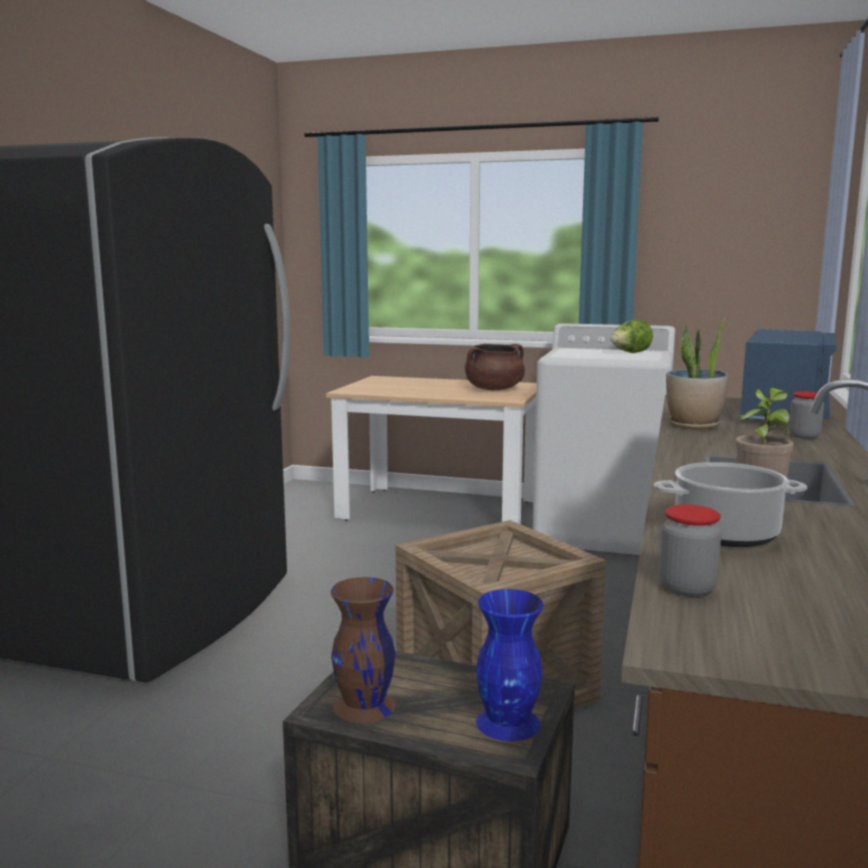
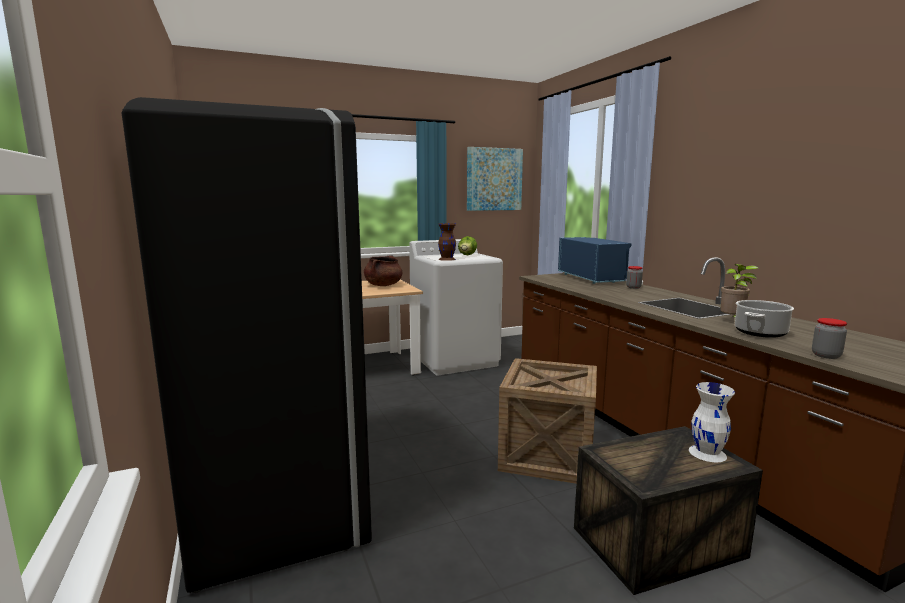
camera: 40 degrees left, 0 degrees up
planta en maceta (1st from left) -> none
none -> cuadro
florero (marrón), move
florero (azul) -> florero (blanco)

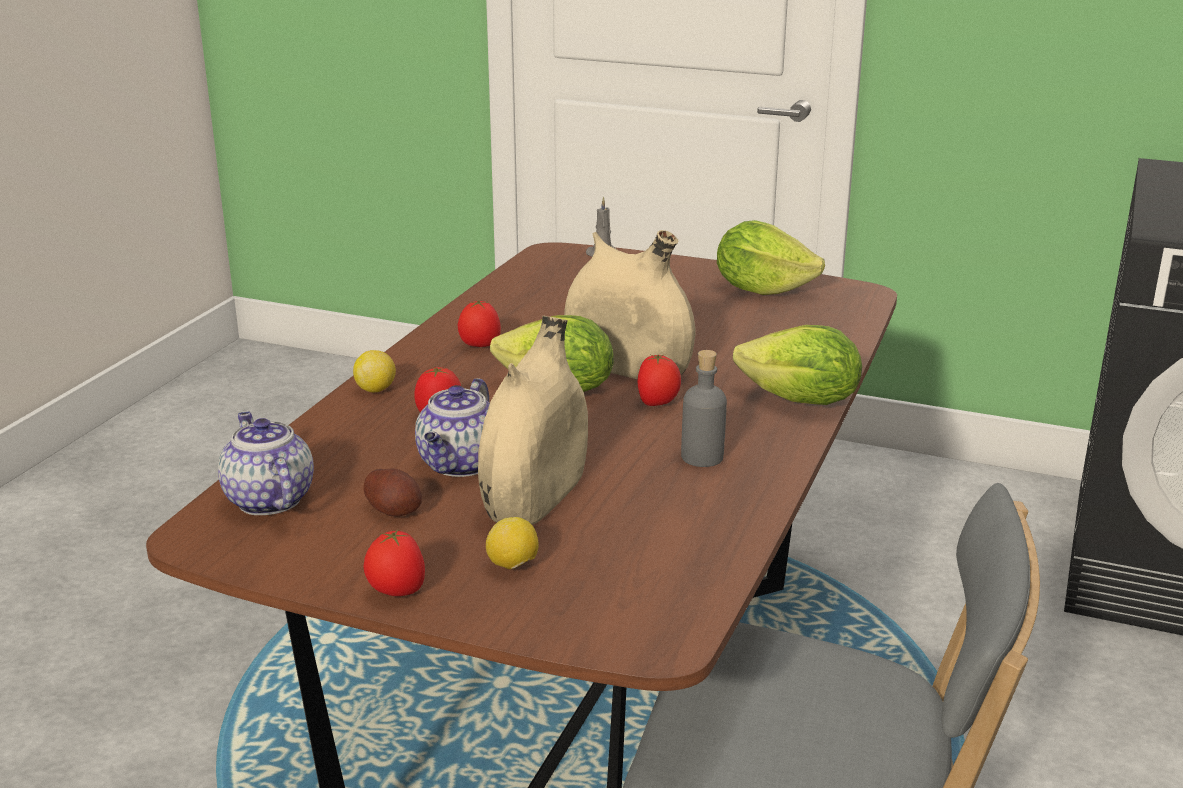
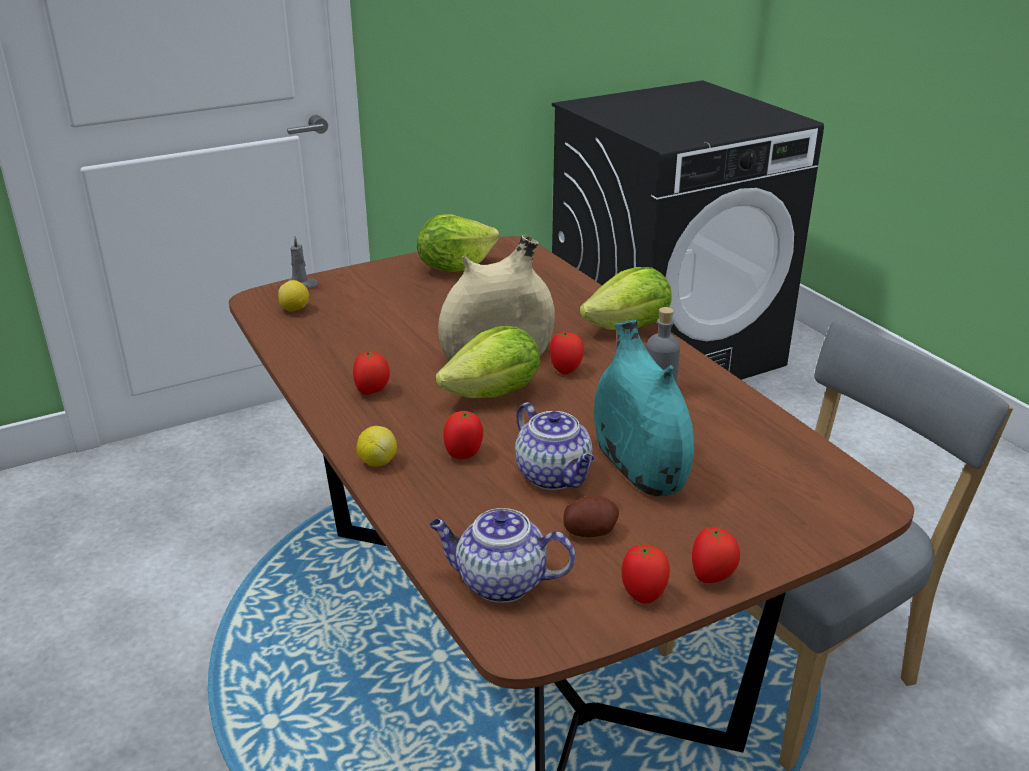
camera: 50 degrees left, 5 degrees up
none -> tomate (4th from left)
limón (2nd from left in the first image) -> limón (1st from left), move
florero (beis) (1st from left) -> florero (turquesa)

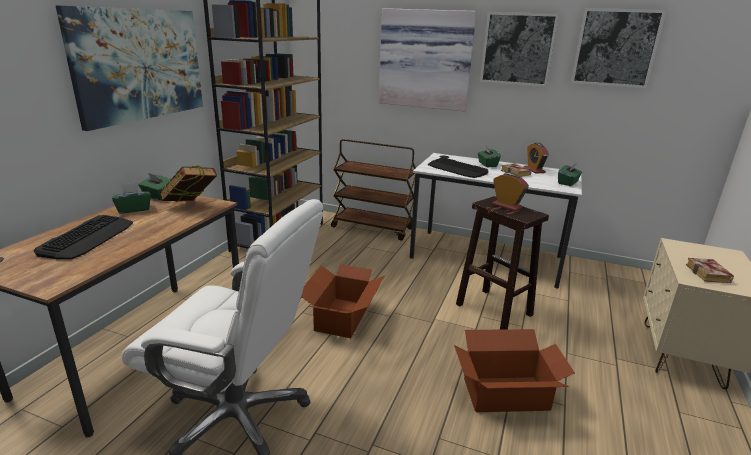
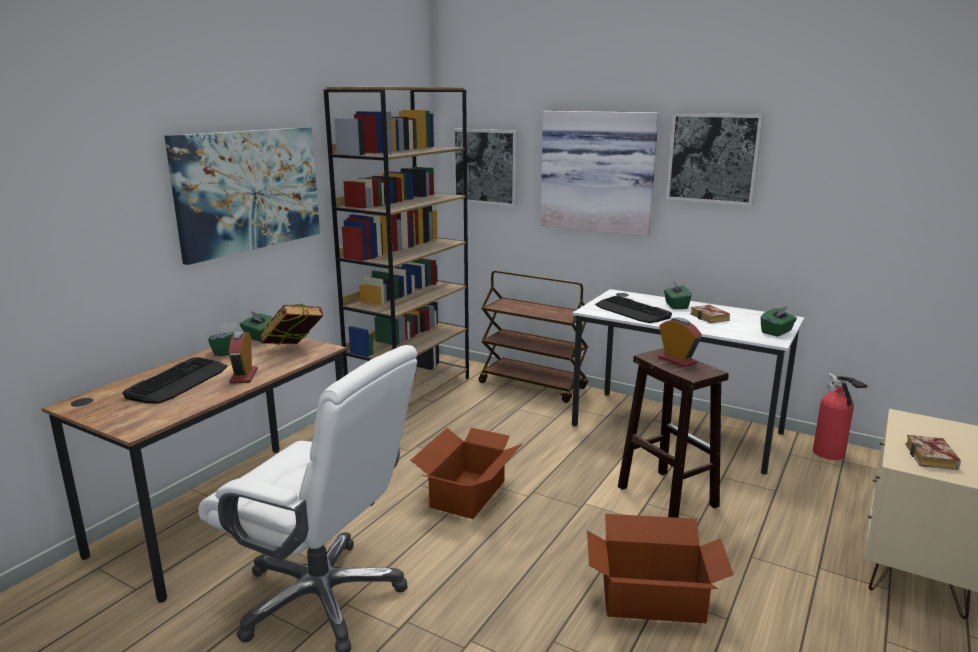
camera: 10 degrees right, 5 degrees down
none -> extintor
despertador (2nd from left in the first image) -> despertador (1st from left), move
cuadro (4th from left in the first image) -> cuadro (2nd from left), move

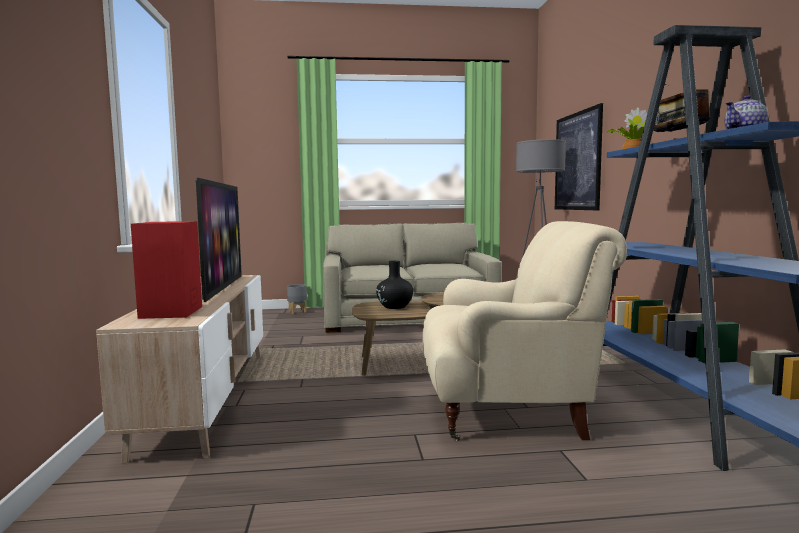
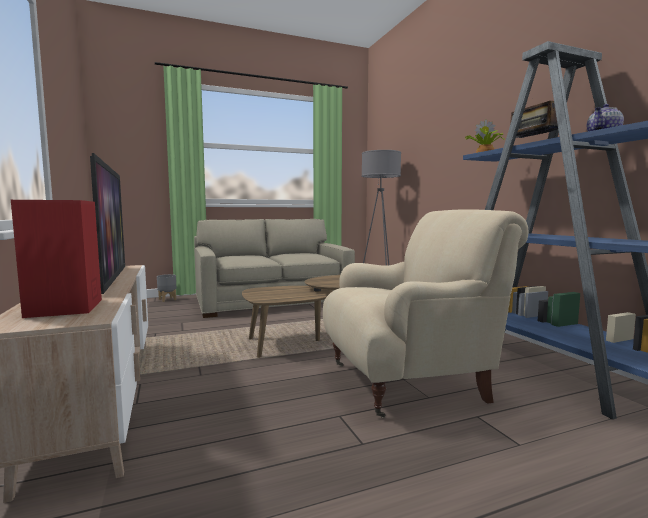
camera: 15 degrees left, 0 degrees up
florero (negro) -> none
cuadro -> none

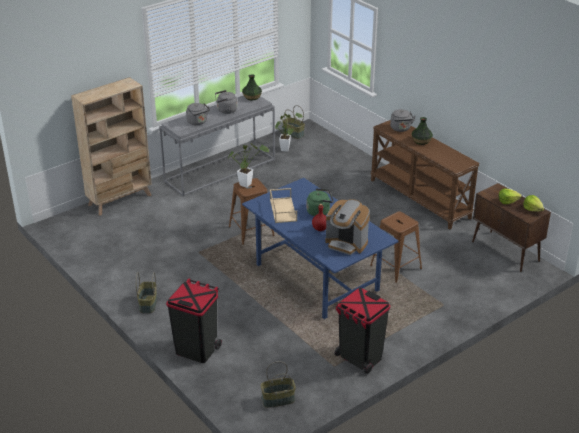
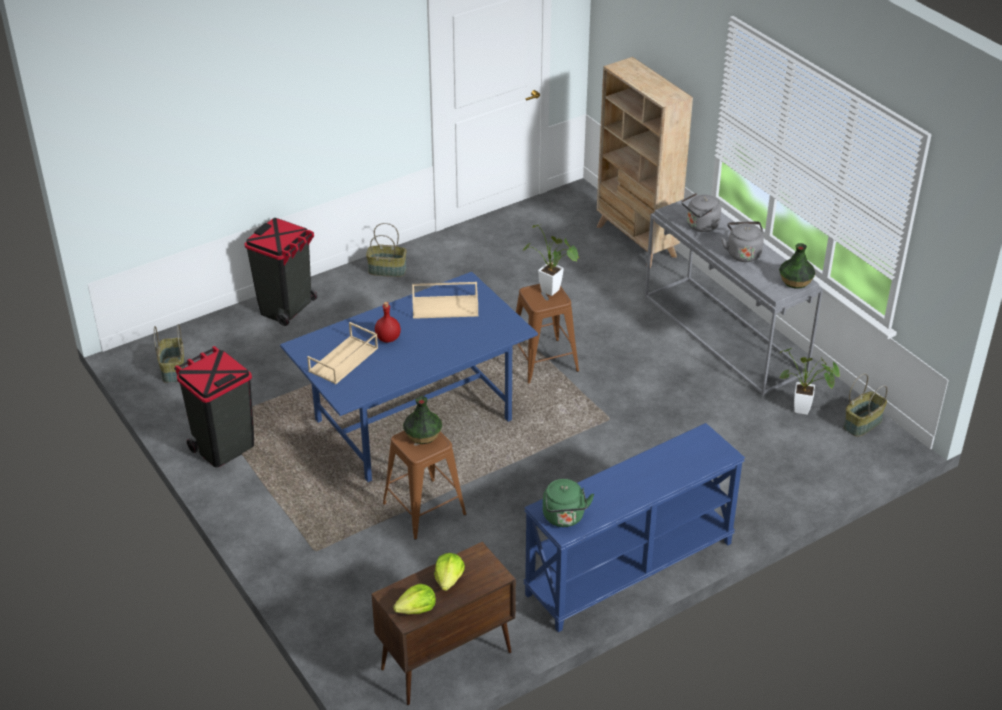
camera: 95 degrees right, 5 degrees up
hervidor (gris) (3rd from left) -> none
hervidor (verde), move
florero (2nd from left in the first image) -> florero (1st from left), move
cafetera -> bandeja (beis) (1st from left)
mesa consola (marrón) -> mesa consola (azul)

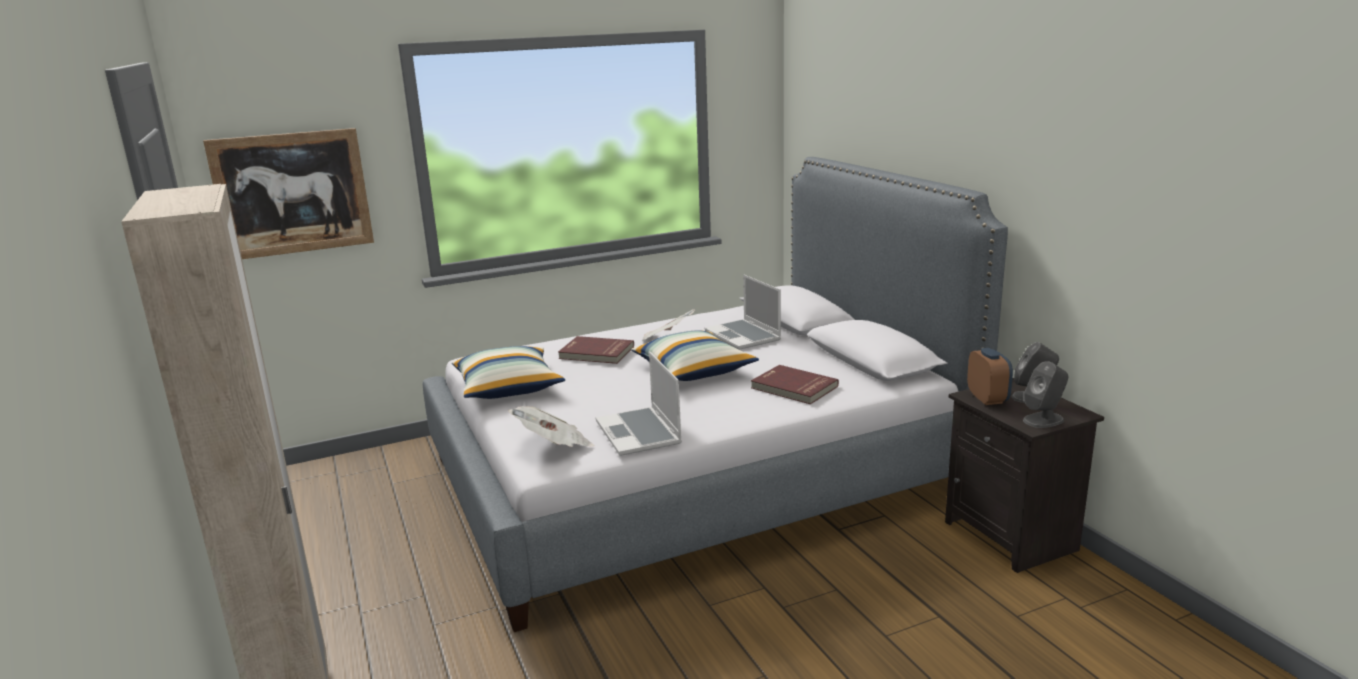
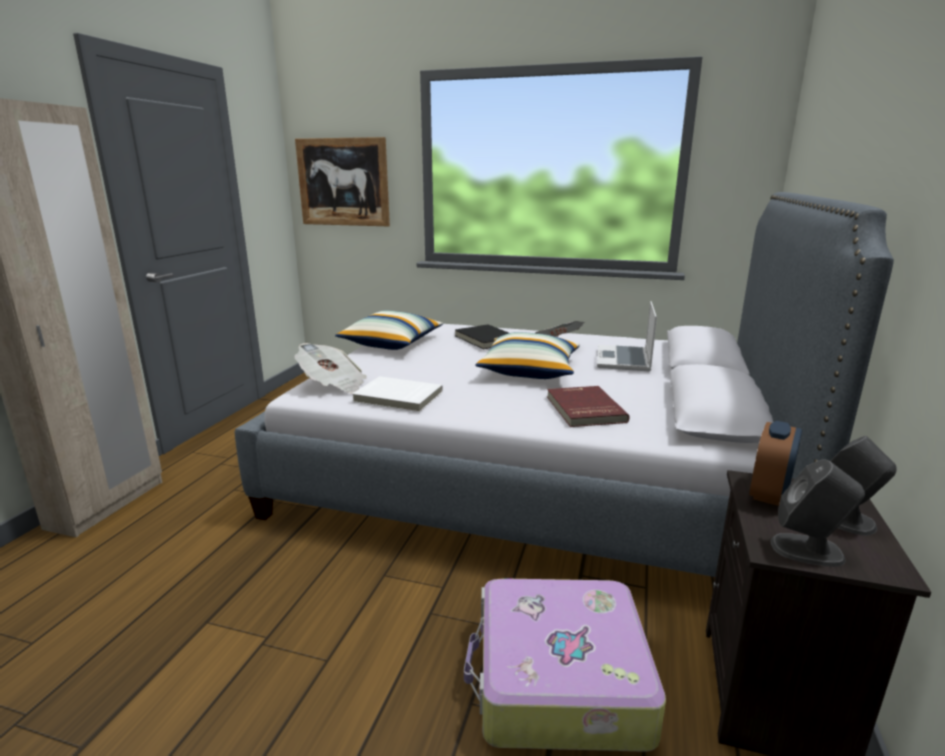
camera: 40 degrees right, 0 degrees up
none -> maleta
portátil (1st from left) -> libro (blanco)
libro (rojo) (1st from left) -> libro (negro)

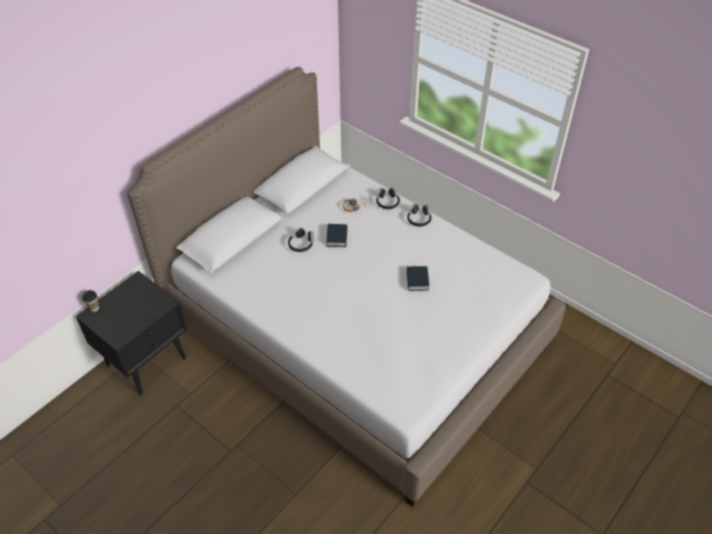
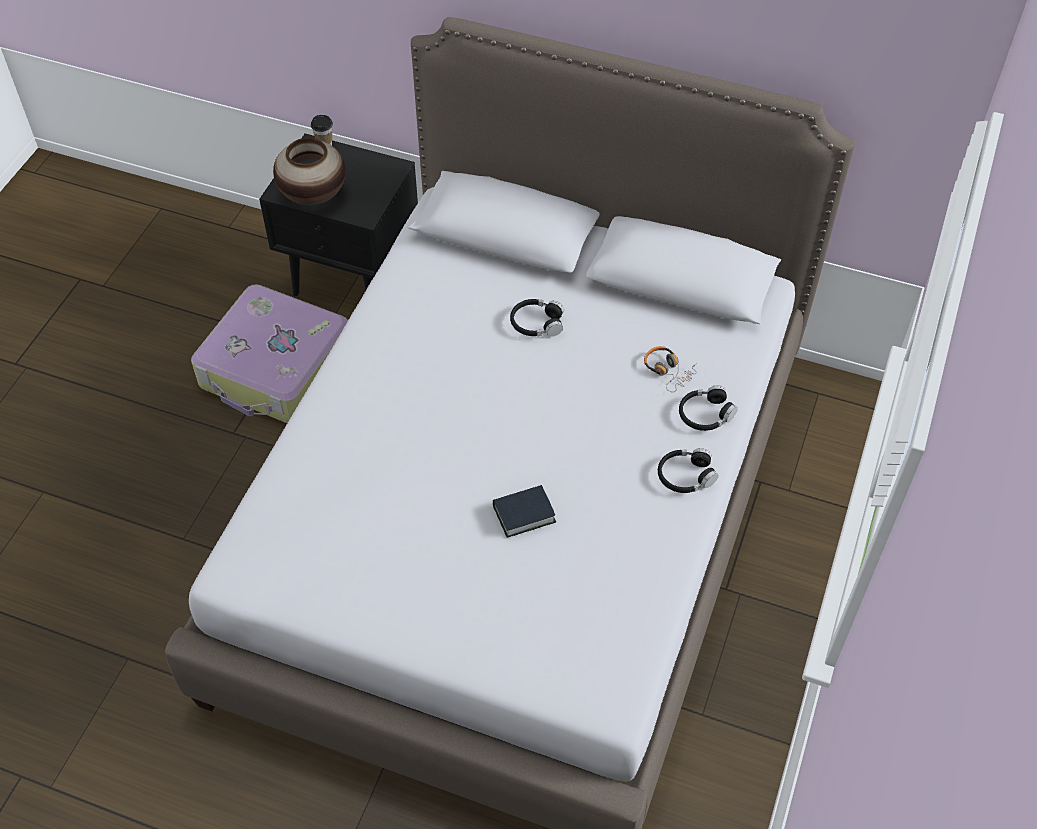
camera: 70 degrees right, 5 degrees up
libro (1st from left) -> none
none -> maleta
none -> florero

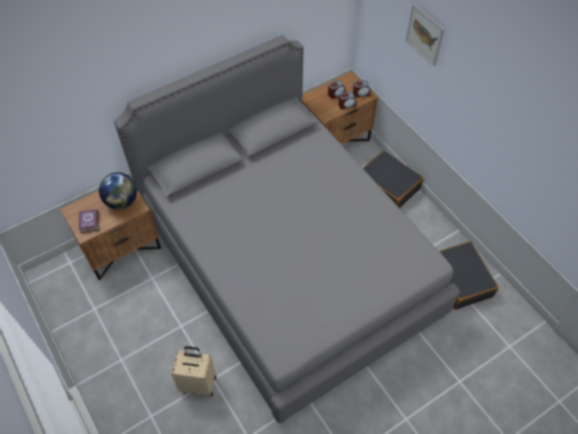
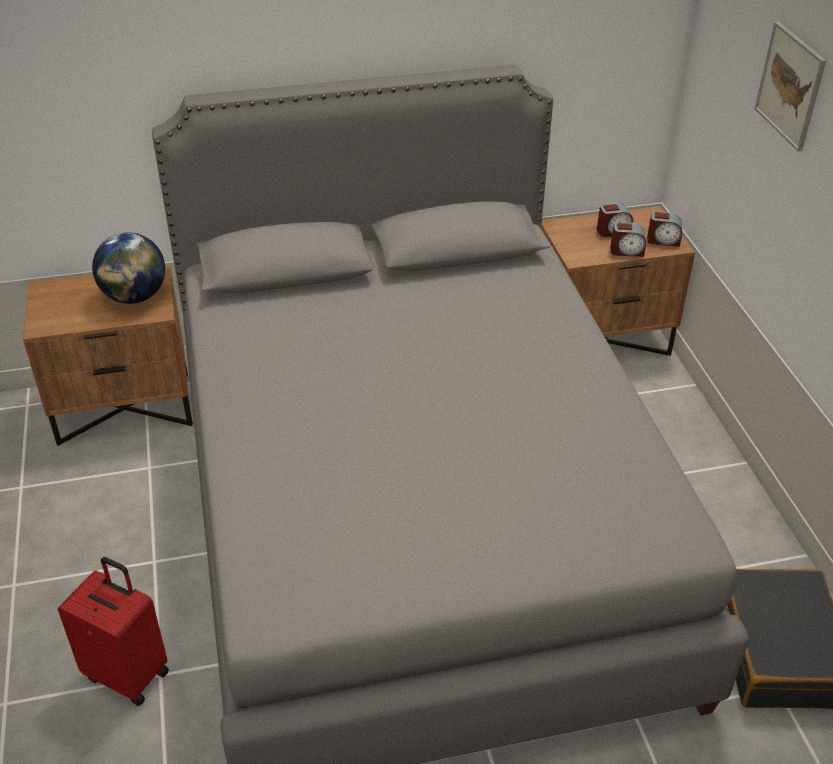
camera: 20 degrees right, 15 degrees down
libro -> none
maleta (negro) (1st from left) -> none
maleta (beis) -> maleta (rojo)

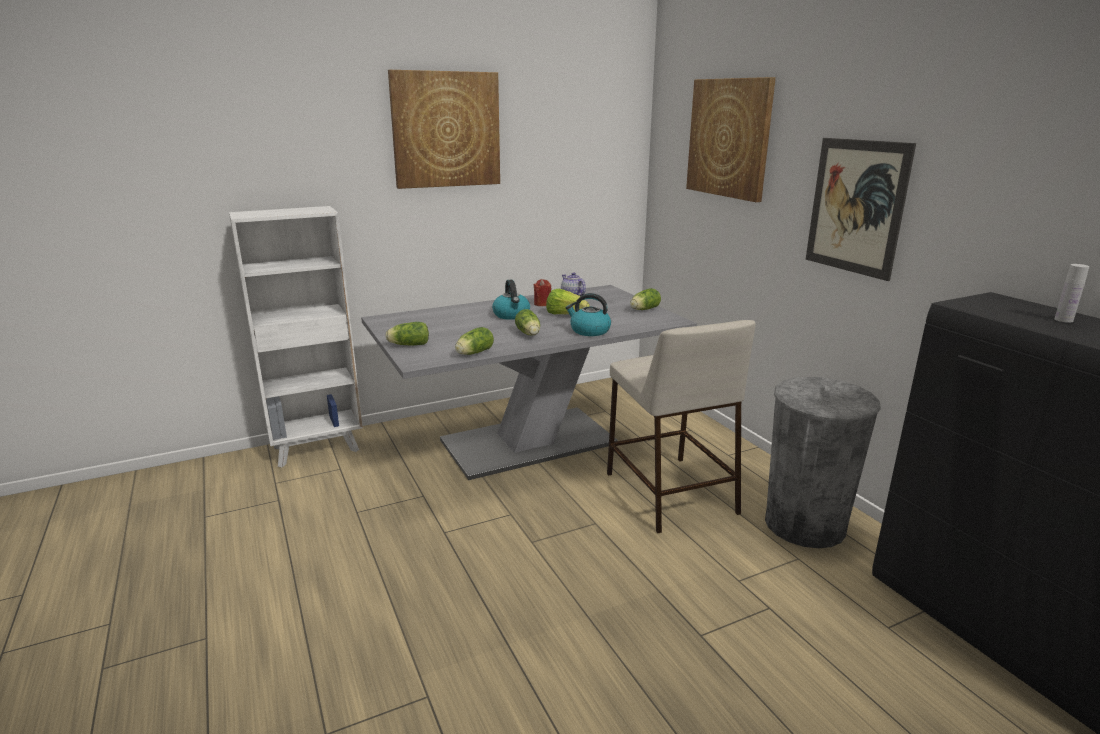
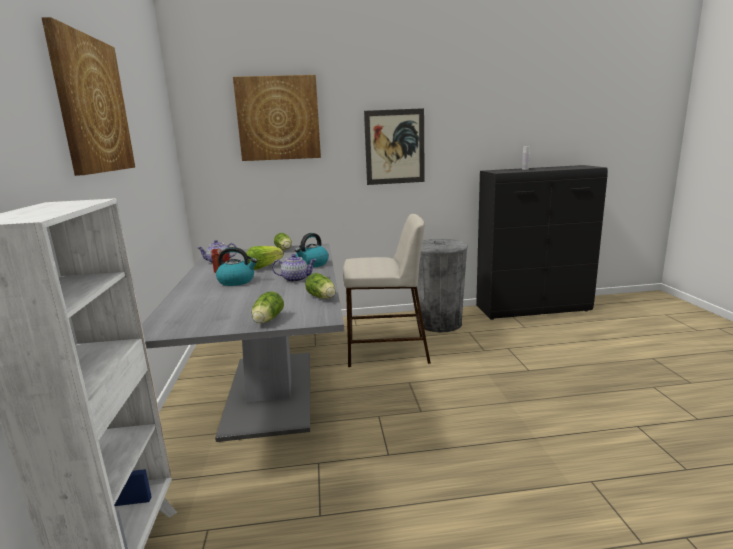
camera: 70 degrees left, 5 degrees down
lechuga (3rd from left) -> tetera (2nd from left)

